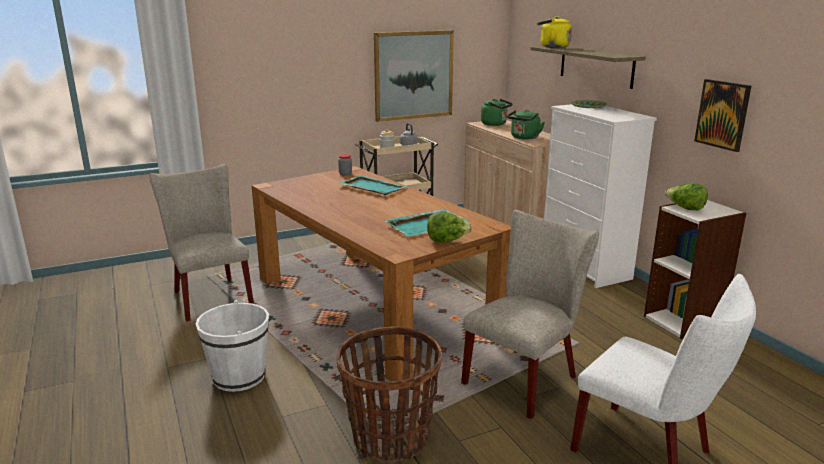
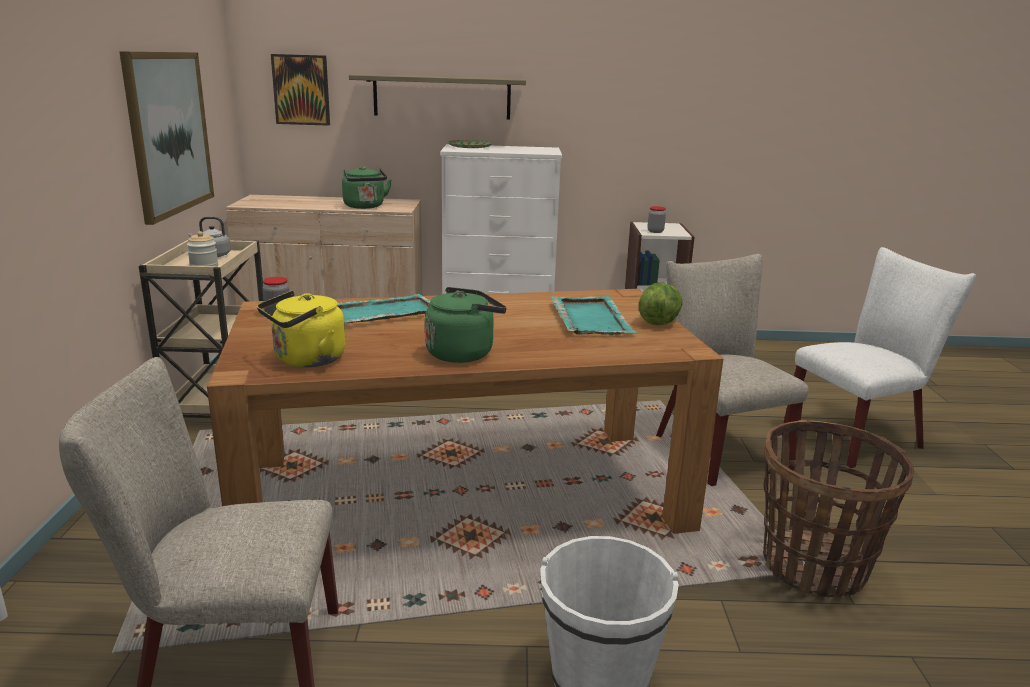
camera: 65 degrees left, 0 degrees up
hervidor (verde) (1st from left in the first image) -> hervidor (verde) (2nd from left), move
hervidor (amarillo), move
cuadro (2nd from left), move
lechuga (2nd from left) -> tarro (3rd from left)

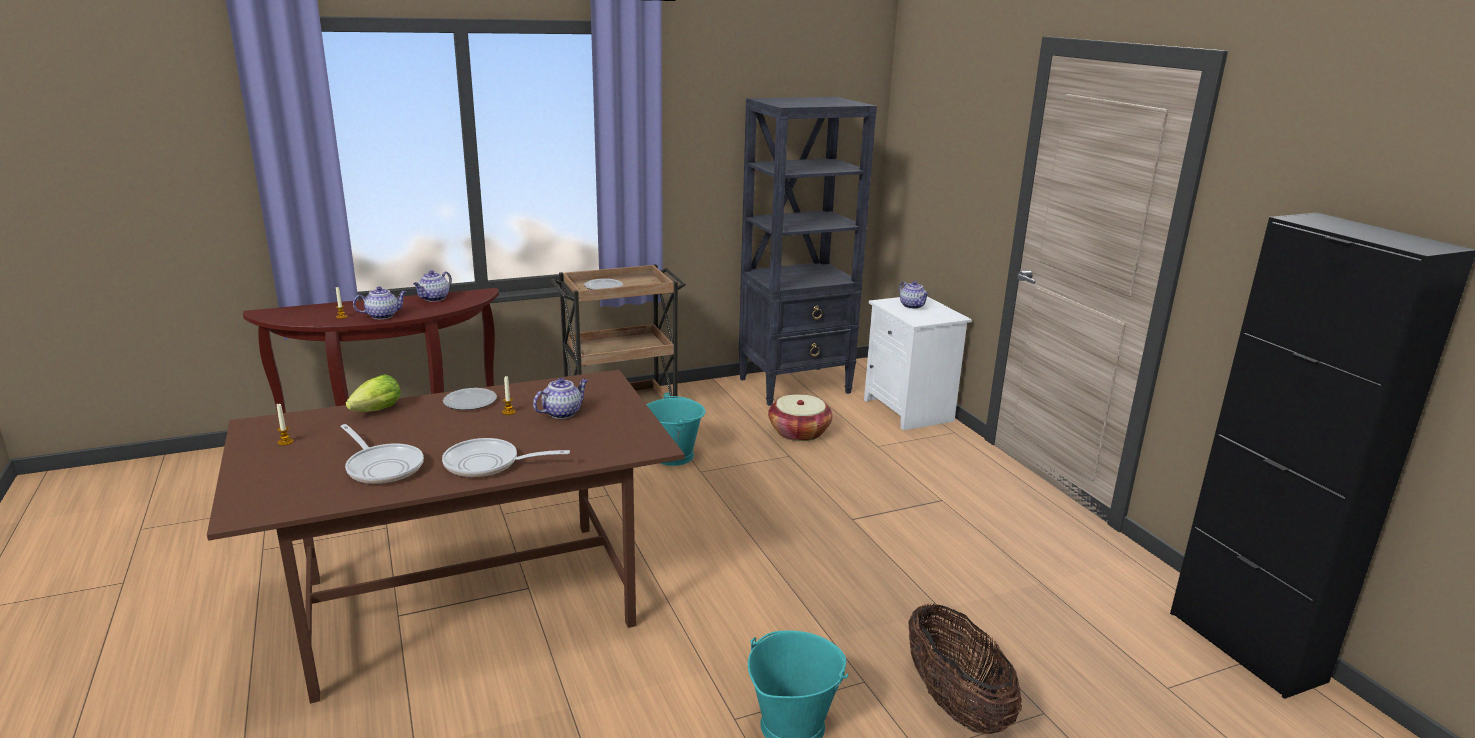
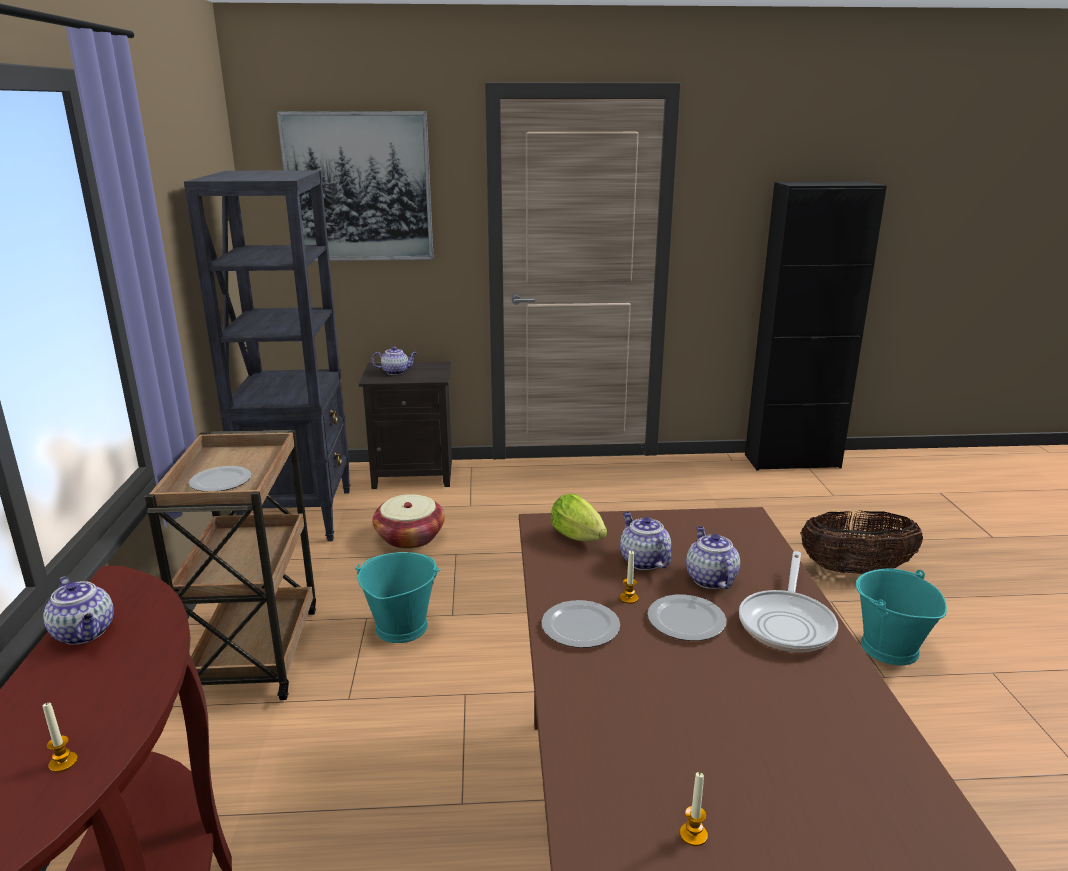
camera: 70 degrees left, 0 degrees up
sartén (1st from left) -> none
none -> cuadro
none -> plato (3rd from left)
lechuga, move
tetera (1st from left in the first image) -> tetera (4th from left), move
mesita de noche (blanco) -> mesita de noche (negro)

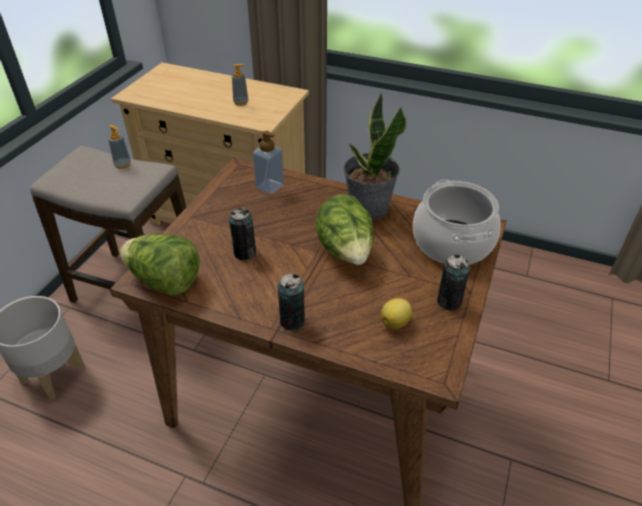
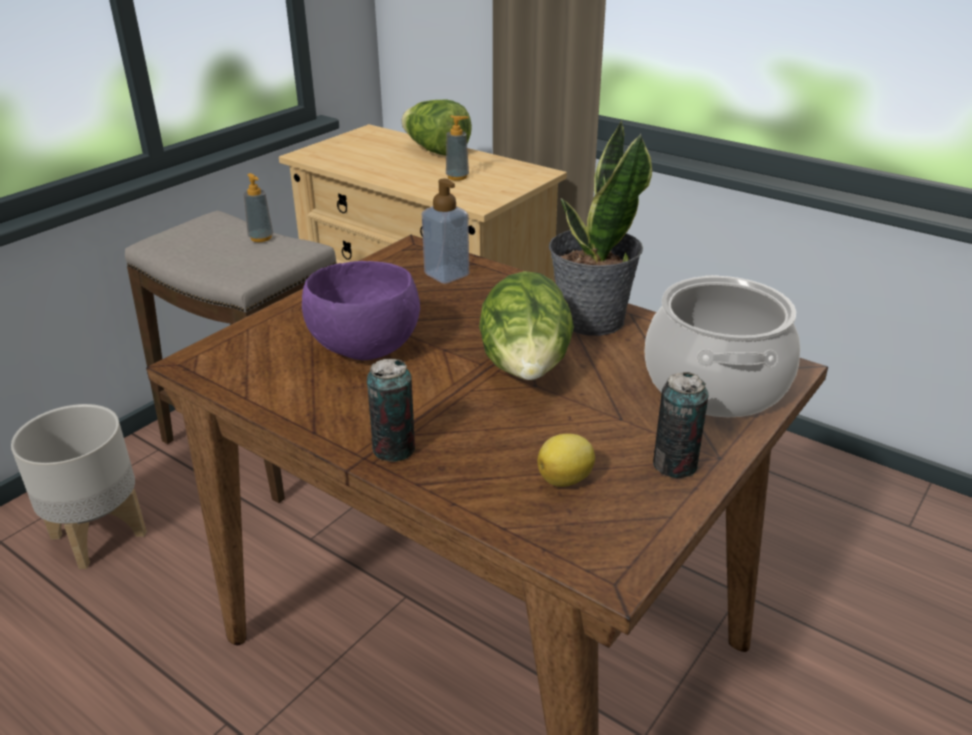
camera: 15 degrees right, 10 degrees down
lechuga (1st from left), move
lata (1st from left) -> cuenco (morado)

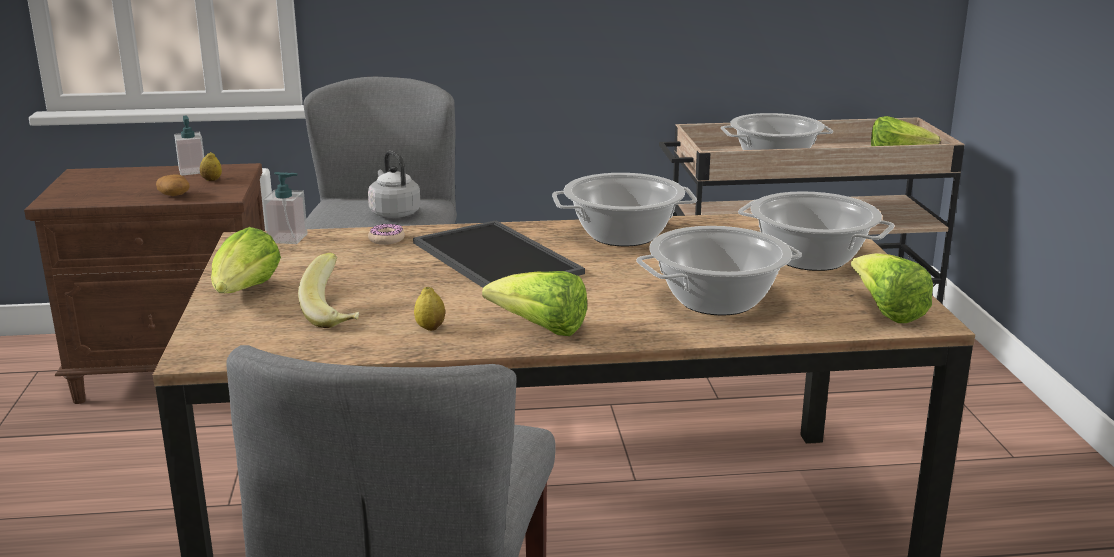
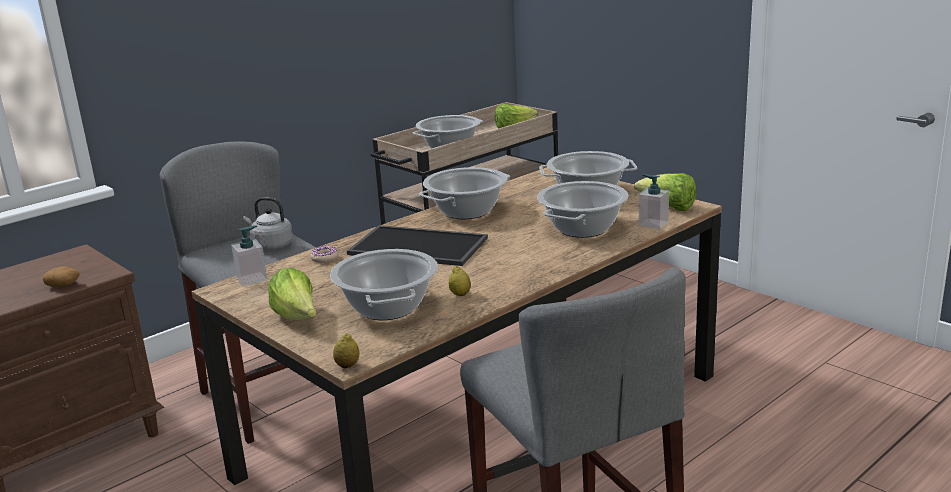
camera: 35 degrees left, 0 degrees up
lechuga (2nd from left) -> none
dispensador de jabón (1st from left in the first image) -> dispensador de jabón (2nd from left), move
limón (1st from left), move
plátano -> olla (1st from left)

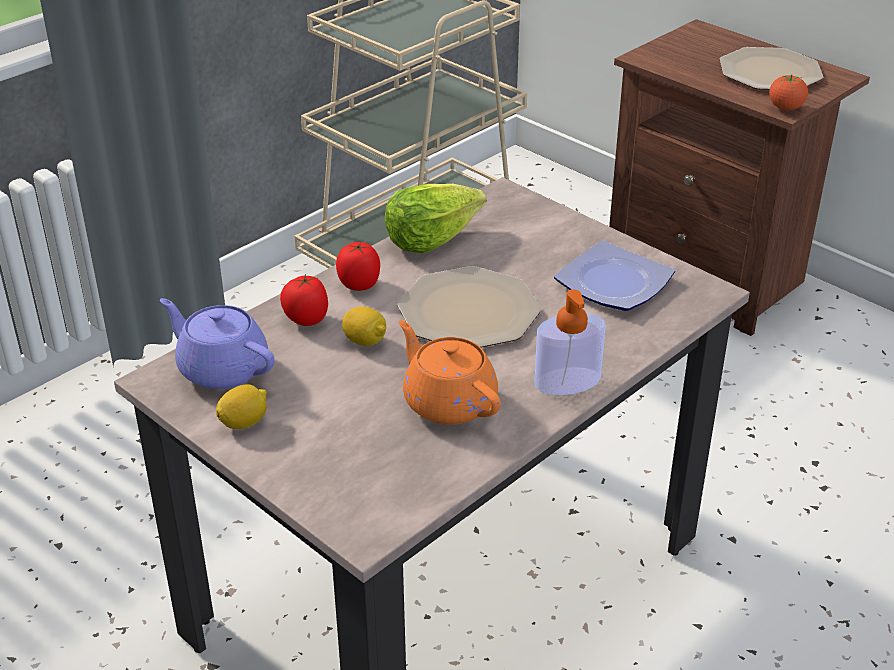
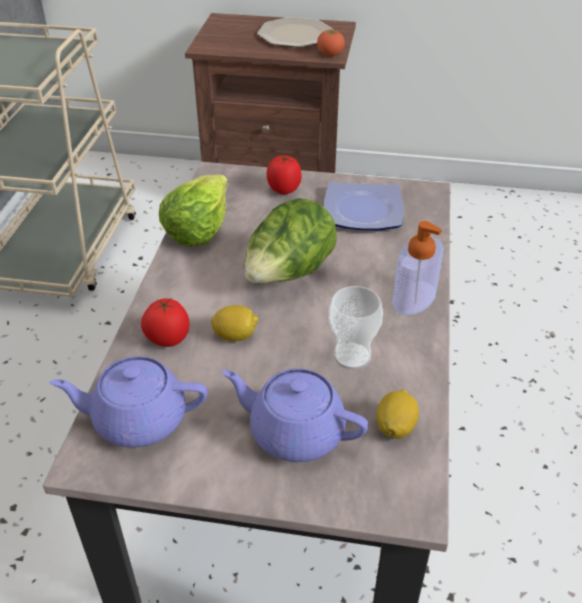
camera: 35 degrees left, 5 degrees up
none -> tetera (morado) (2nd from left)
limón (1st from left in the first image) -> limón (2nd from left), move
tomate (2nd from left), move
plato (1st from left) -> lechuga (2nd from left)
tetera (naranja) -> taza

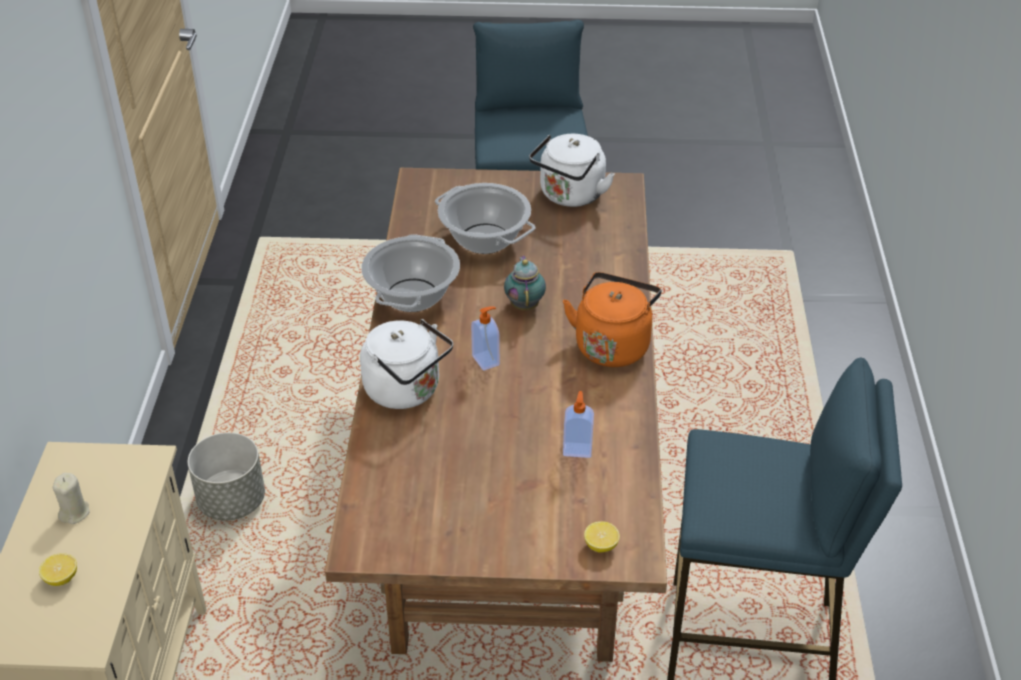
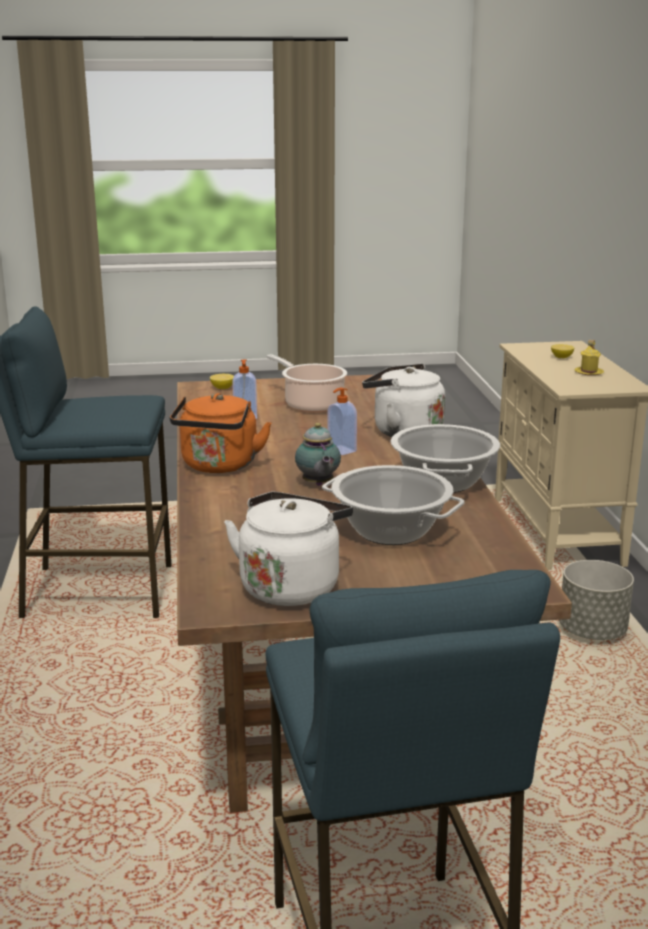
camera: 170 degrees right, 20 degrees down
none -> olla (1st from left)
vela (beis) -> taza grande (amarillo)

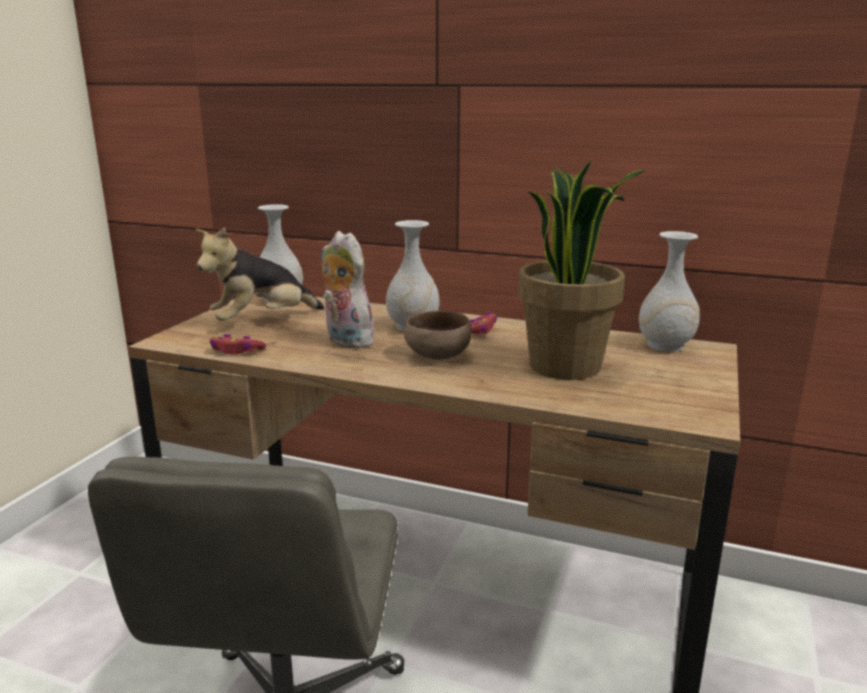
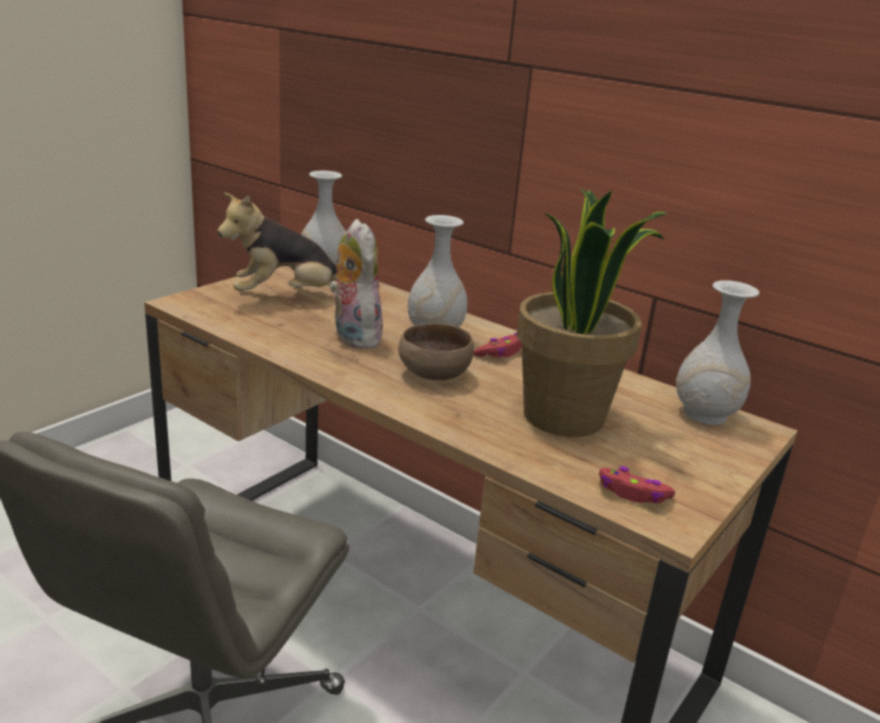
camera: 15 degrees right, 5 degrees up
mando de consola (rojo) (1st from left in the first image) -> mando de consola (rojo) (2nd from left), move

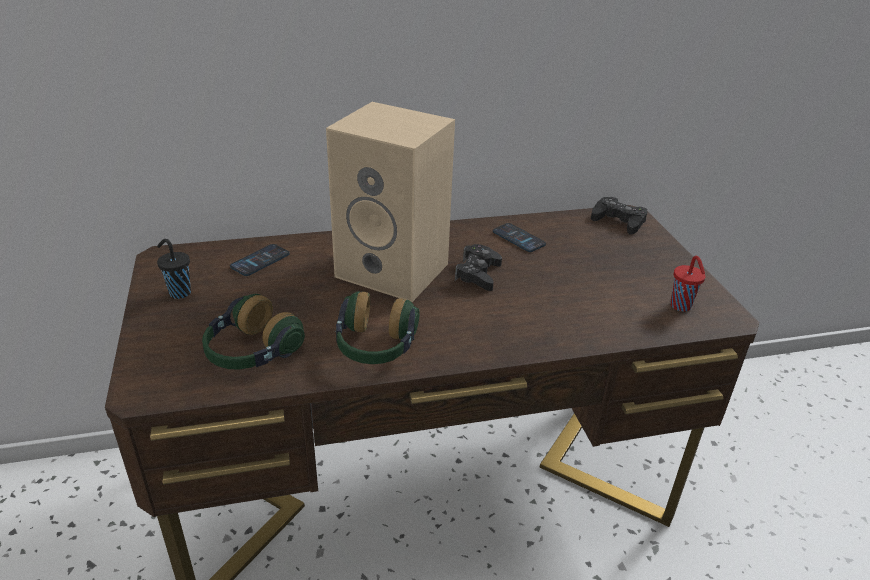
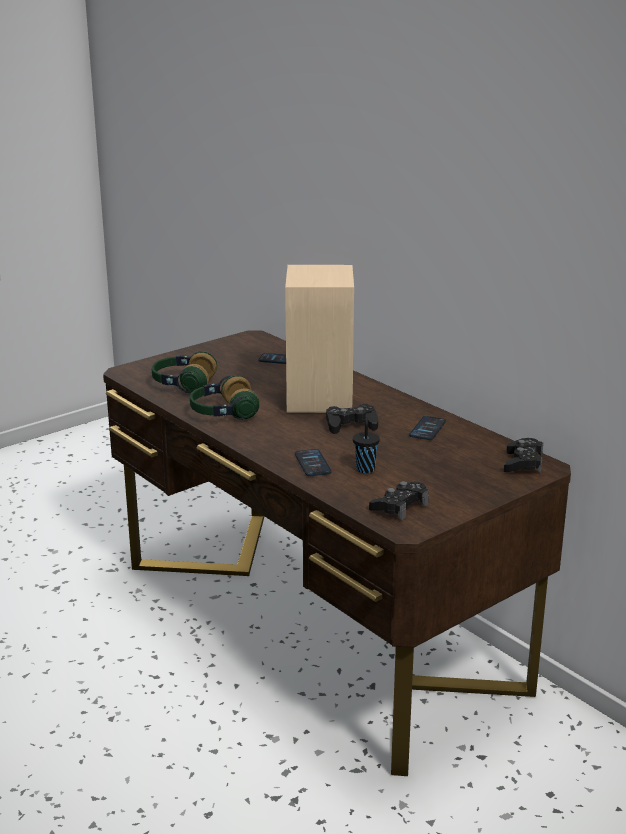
camera: 65 degrees right, 10 degrees down
none -> móvil (2nd from left)
taza (negro), move
taza (rojo) -> mando de consola (negro) (2nd from left)

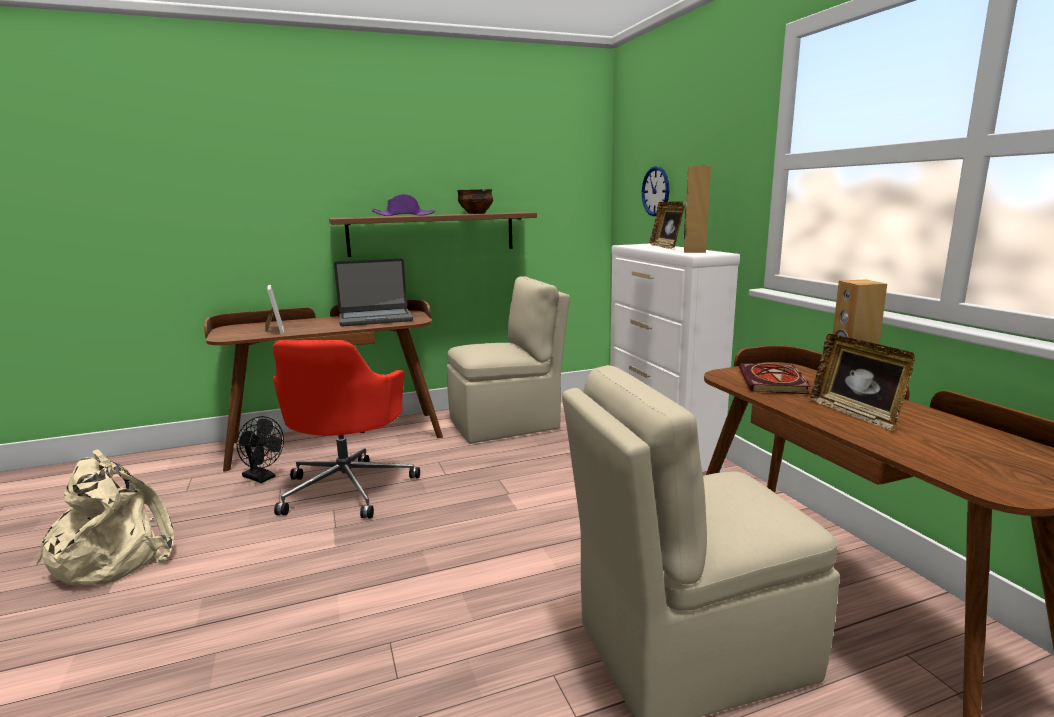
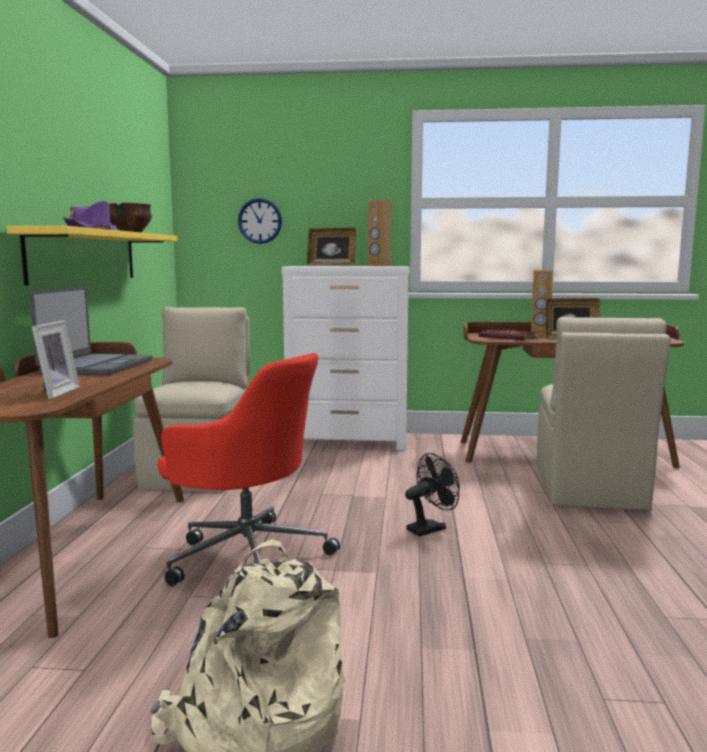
camera: 65 degrees left, 5 degrees down
ventilador (negro), move
estante (marrón) -> estante (amarillo)
portarretratos (1st from left), 90 degrees clockwise

